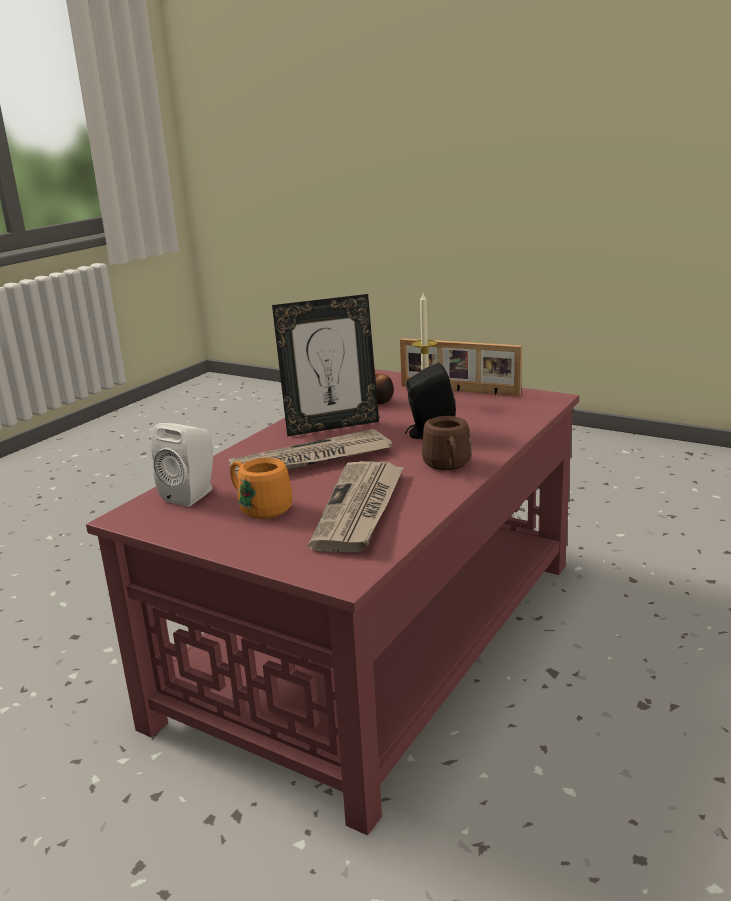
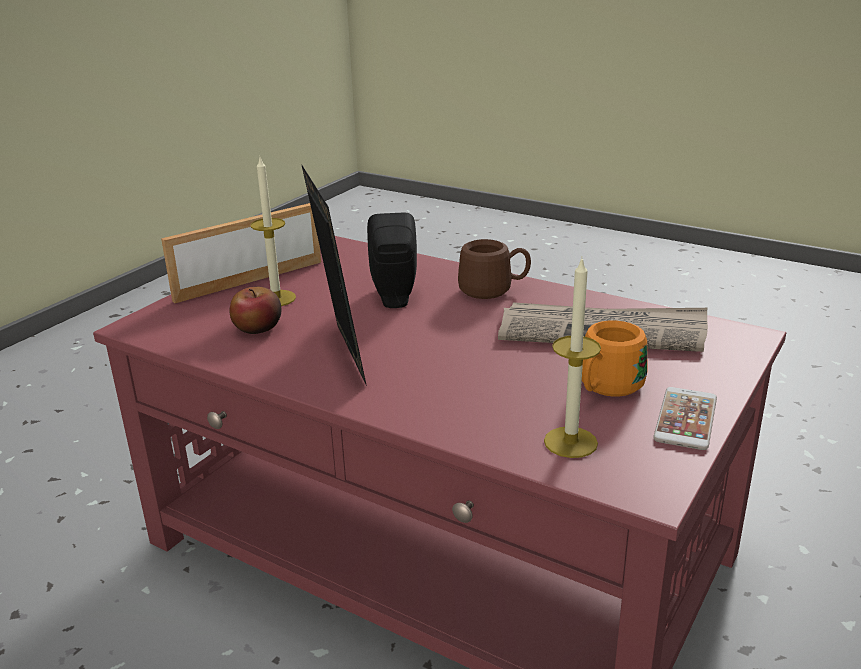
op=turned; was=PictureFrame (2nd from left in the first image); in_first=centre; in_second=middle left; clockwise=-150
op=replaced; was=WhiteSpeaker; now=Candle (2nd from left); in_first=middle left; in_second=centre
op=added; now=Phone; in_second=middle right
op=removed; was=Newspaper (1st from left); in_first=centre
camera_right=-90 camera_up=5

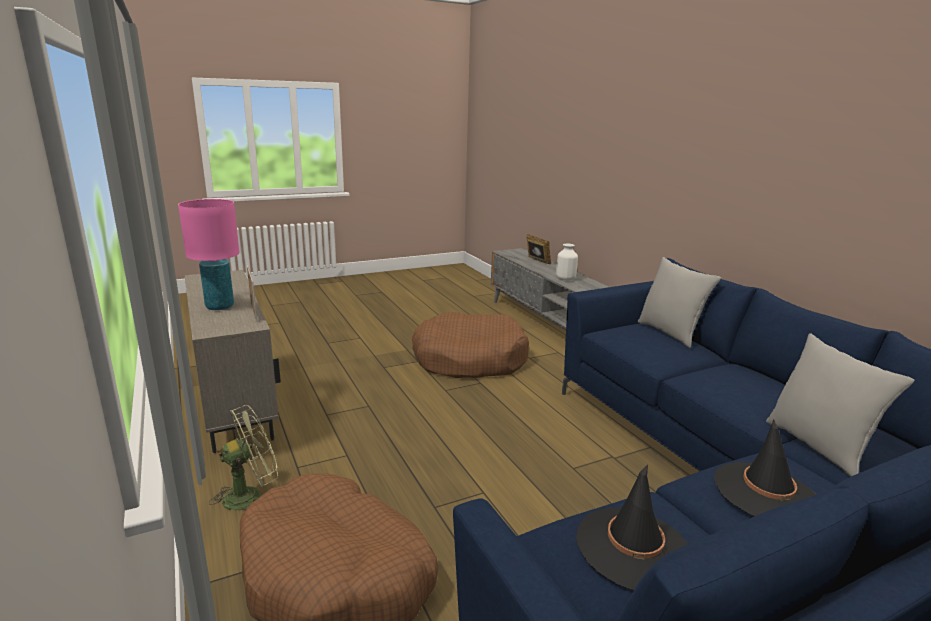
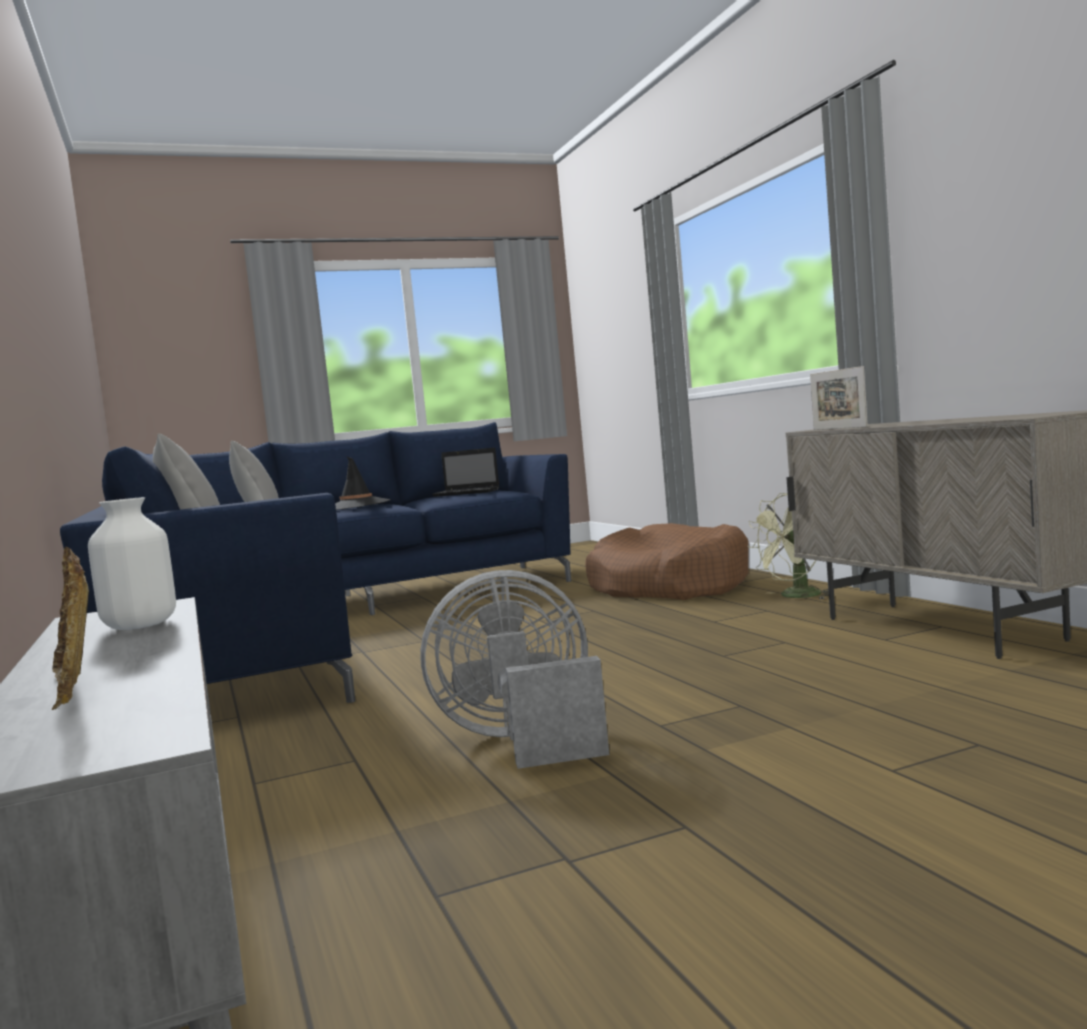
op=replaced; was=BrownDogBed (2nd from left); now=GreyFan; in_first=centre; in_second=centre
op=replaced; was=BlackHat (1st from left); now=Laptop; in_first=bottom right; in_second=centre
op=removed; was=PinkTableLamp; in_first=middle left
camera_right=-175 camera_up=-15

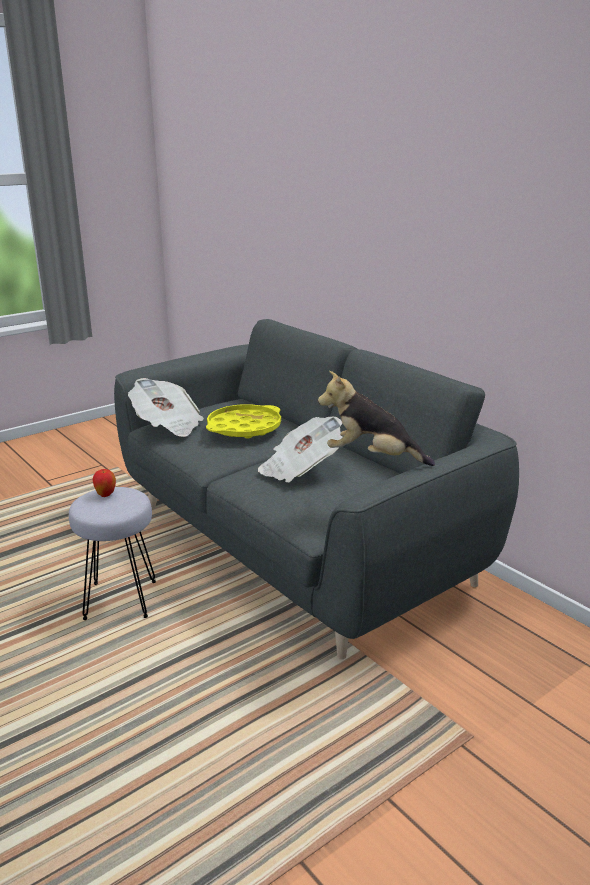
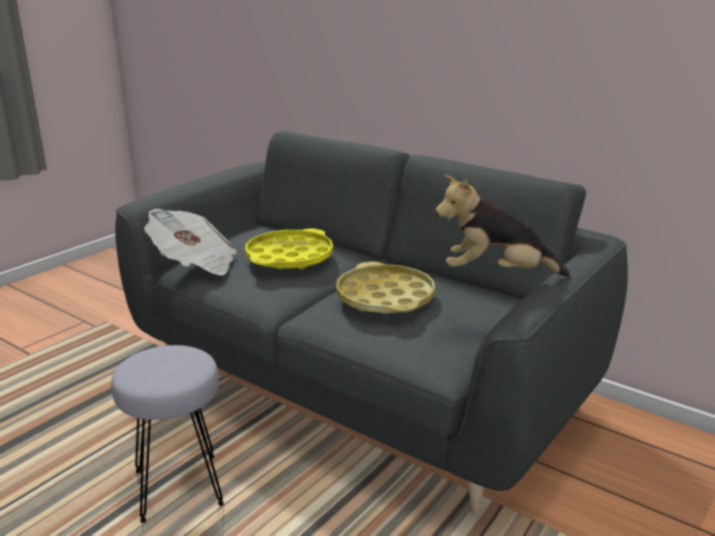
op=replaced; was=Newspaper (2nd from left); now=YellowTray (2nd from left); in_first=centre; in_second=centre
op=removed; was=Apple; in_first=middle left
camera_right=-15 camera_up=0

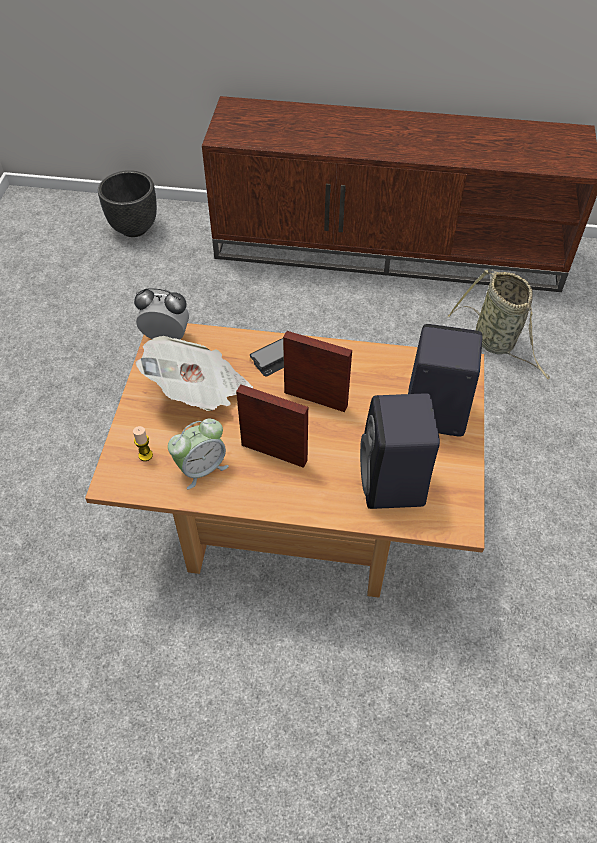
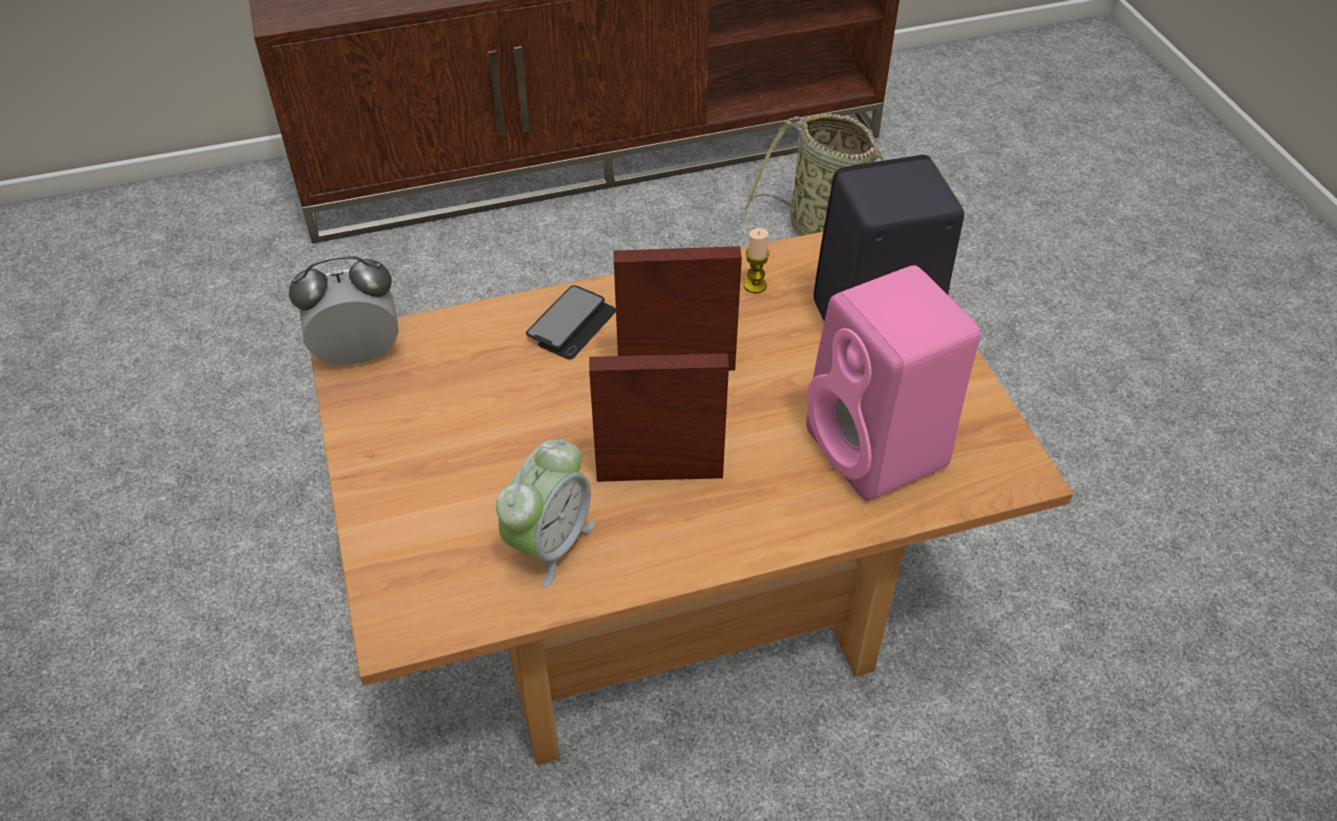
op=moved; was=Candle; in_first=middle left; in_second=top centre
op=recoloured; was=BlackSpeaker (1st from left); now=PinkSpeaker; in_first=middle right; in_second=middle right
op=removed; was=BlackPlanter; in_first=top left
op=removed; was=Newspaper; in_first=middle left
camera_right=-25 camera_up=-5

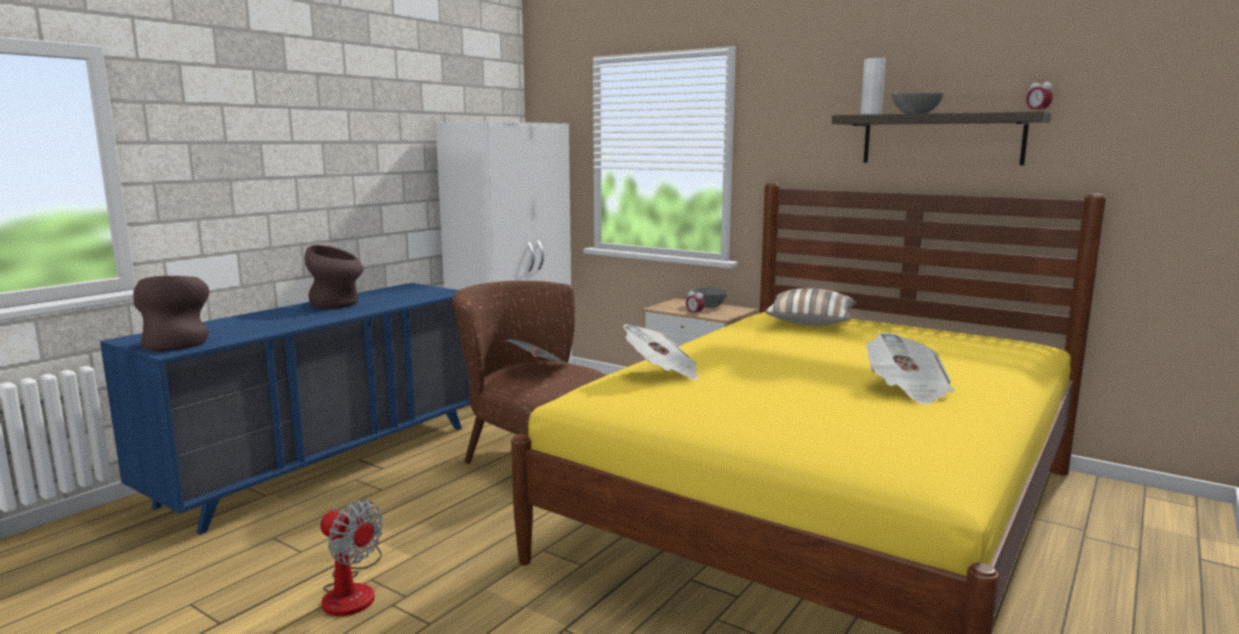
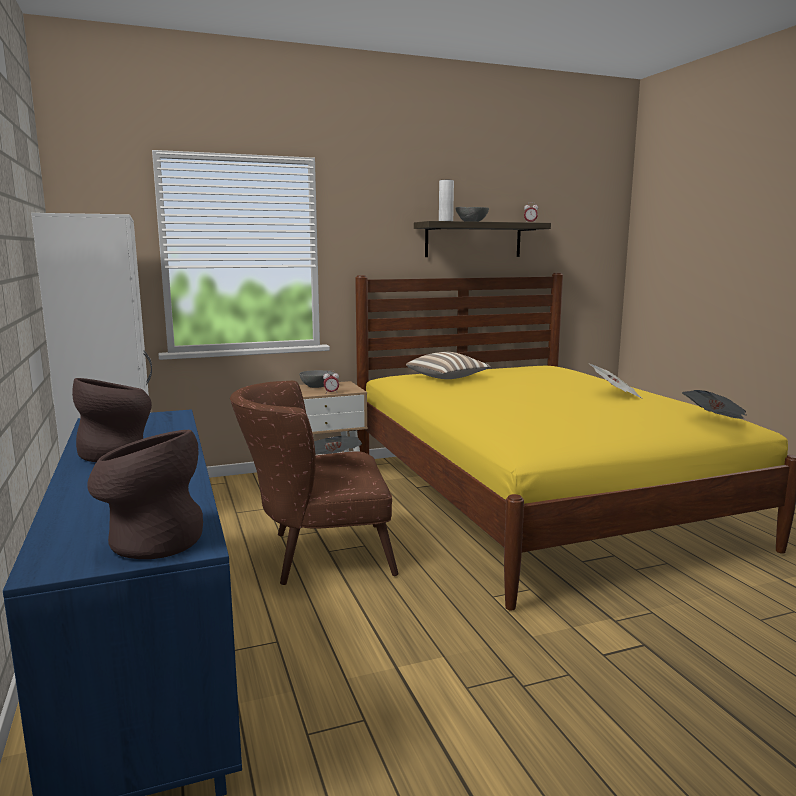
op=moved; was=Newspaper (2nd from left in the first image); now=Newspaper (3rd from left); in_first=centre; in_second=middle right
op=removed; was=Fan; in_first=bottom left
camera_right=-55 camera_up=0

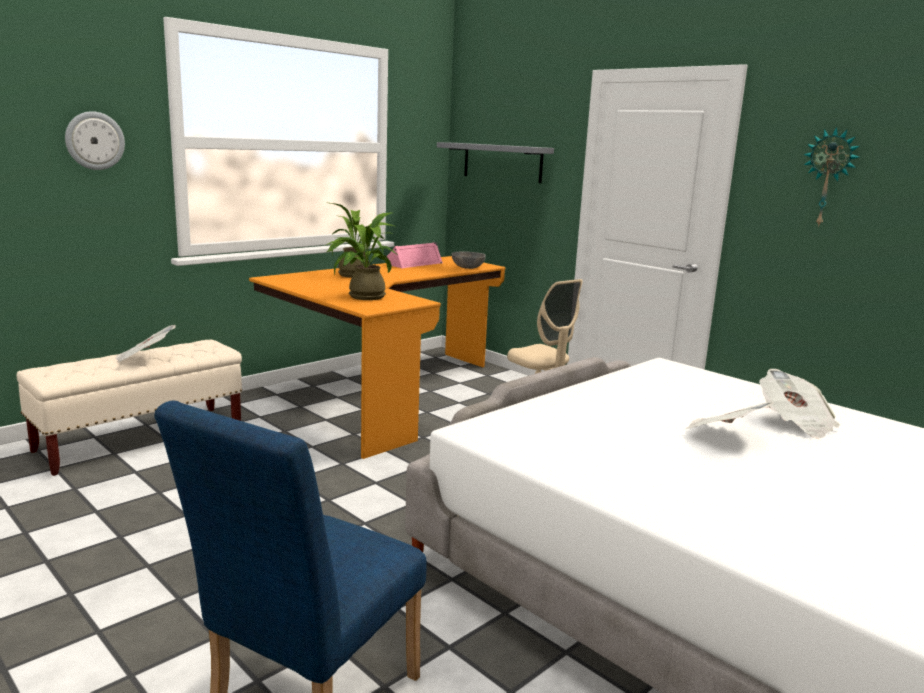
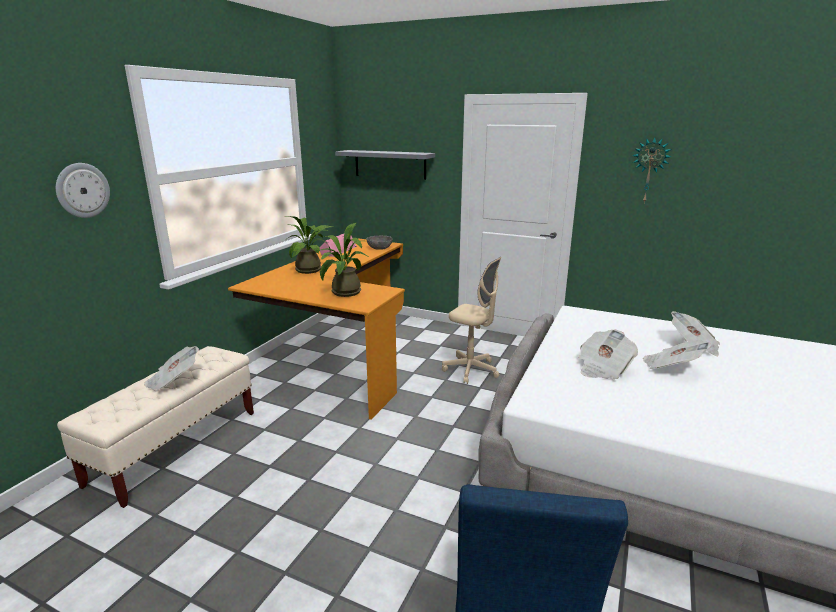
op=added; now=Newspaper (2nd from left); in_second=middle right
camera_right=-20 camera_up=5

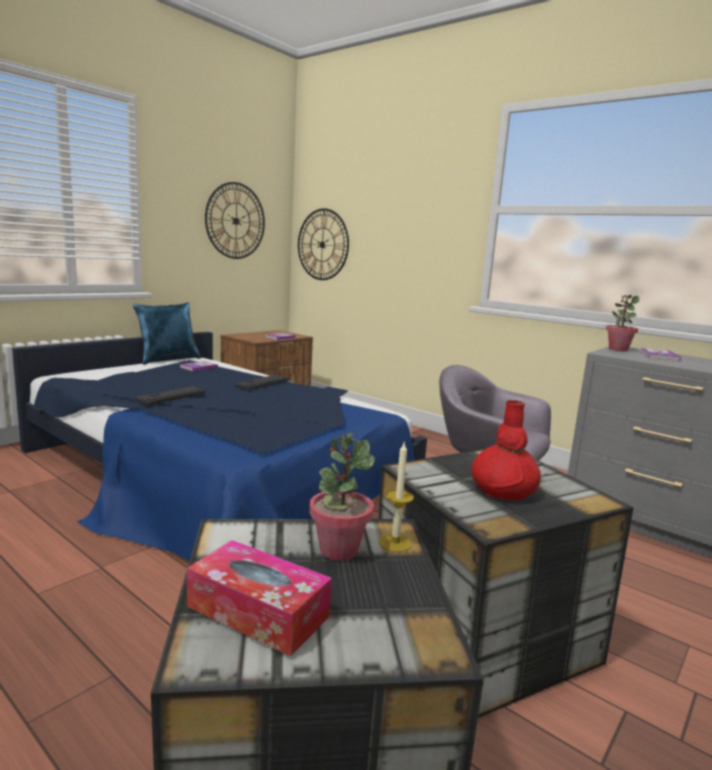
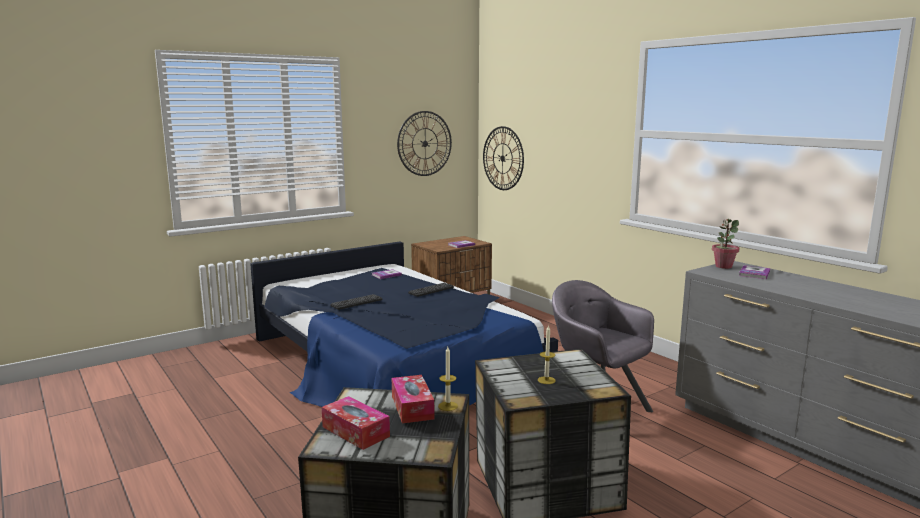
op=replaced; was=PottedPlant (1st from left); now=TissueBox (2nd from left); in_first=centre; in_second=bottom centre
op=replaced; was=RedVase; now=Candle (2nd from left); in_first=middle right; in_second=bottom centre
op=removed; was=BluePillow; in_first=middle left
camera_right=15 camera_up=0

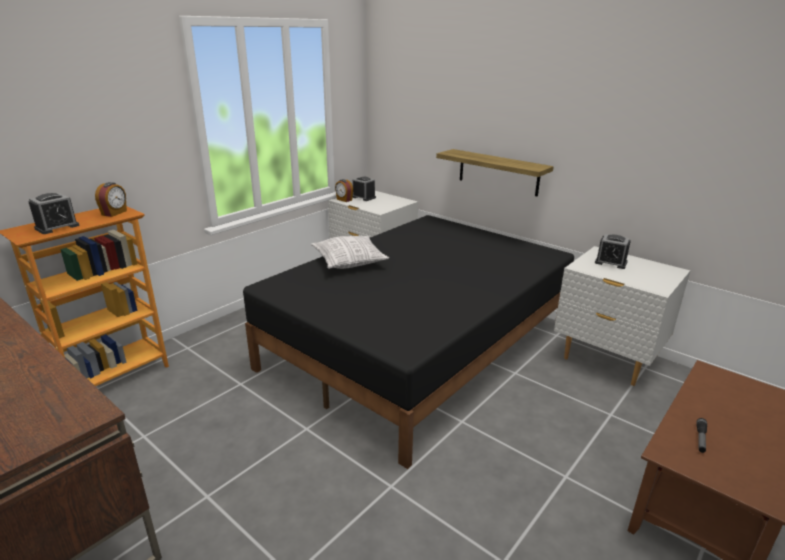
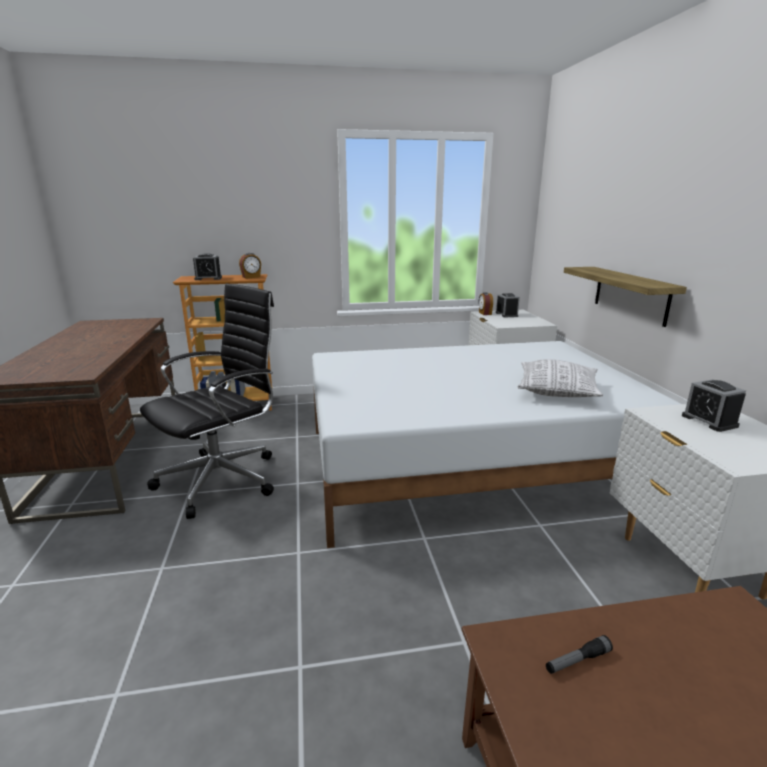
op=added; now=BlackOfficeChair; in_second=middle left
op=recoloured; was=BlackBed; now=WhiteBed; in_first=centre; in_second=centre
op=moved; was=Pillow; in_first=centre; in_second=middle right
camera_right=40 camera_up=-5

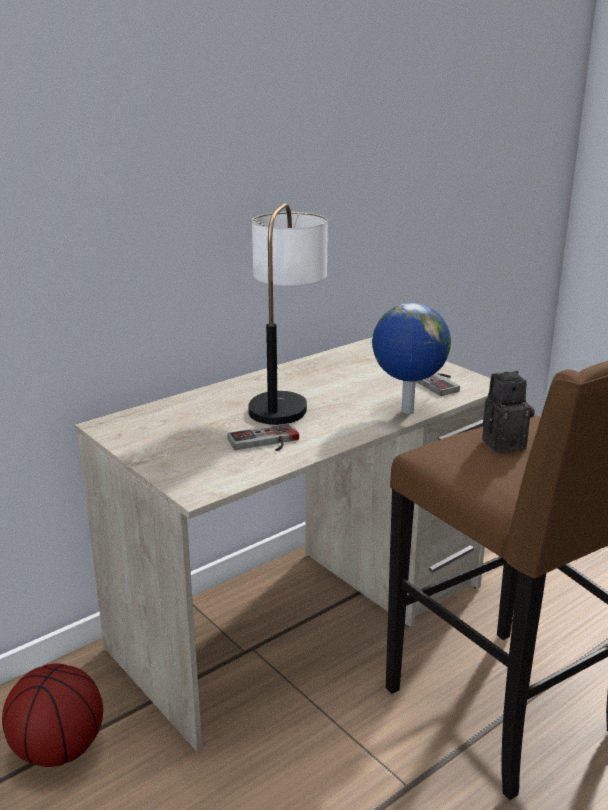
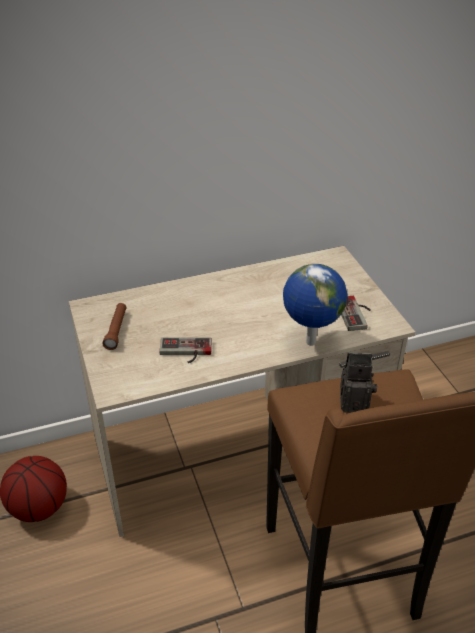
op=added; now=BrownFlashlight; in_second=middle left
op=removed; was=TableLamp; in_first=centre
camera_right=20 camera_up=15

